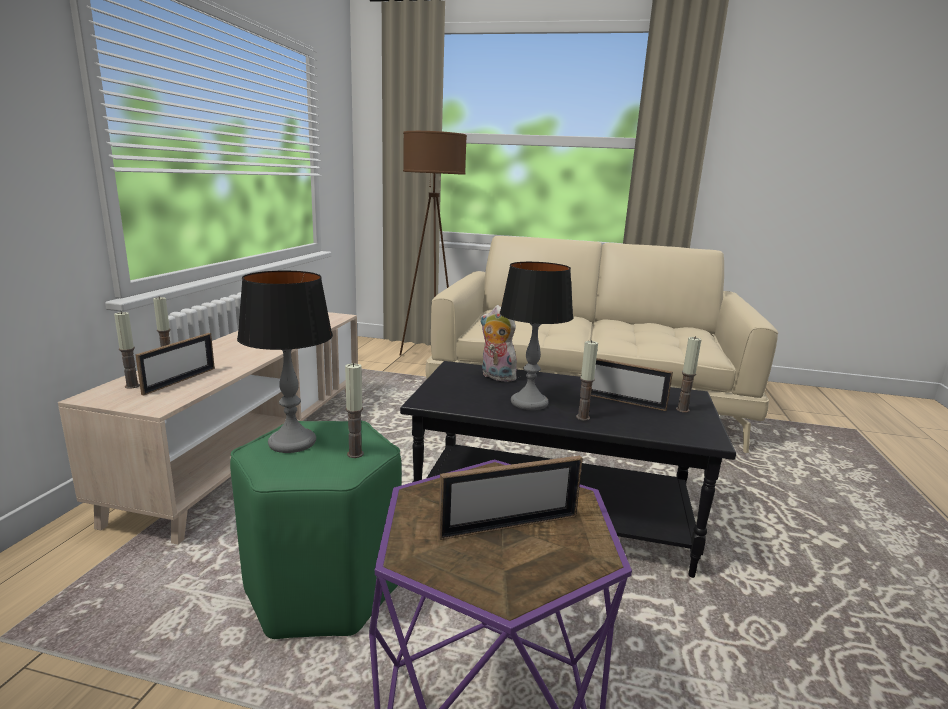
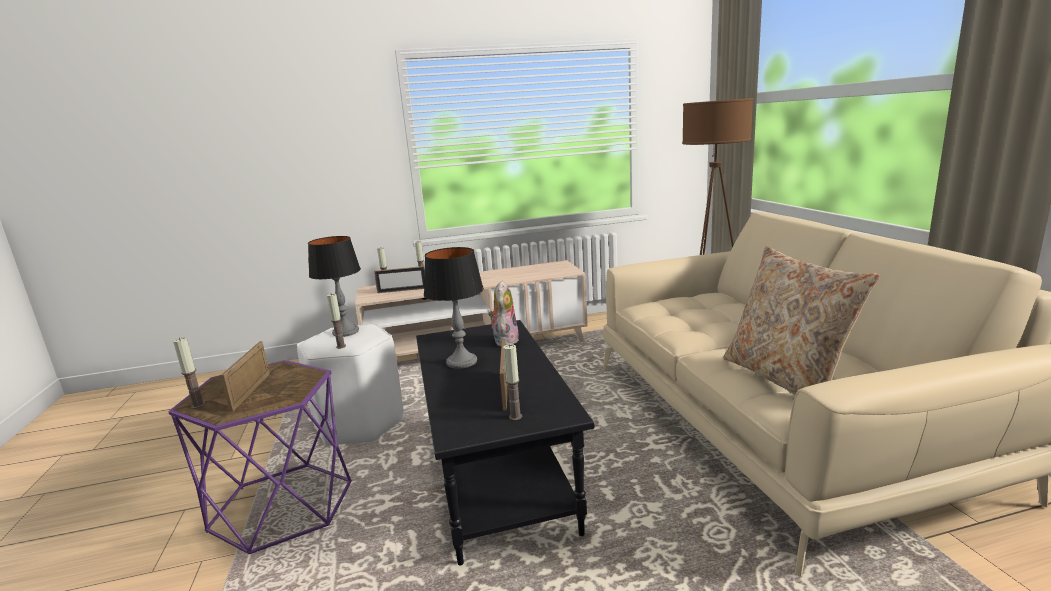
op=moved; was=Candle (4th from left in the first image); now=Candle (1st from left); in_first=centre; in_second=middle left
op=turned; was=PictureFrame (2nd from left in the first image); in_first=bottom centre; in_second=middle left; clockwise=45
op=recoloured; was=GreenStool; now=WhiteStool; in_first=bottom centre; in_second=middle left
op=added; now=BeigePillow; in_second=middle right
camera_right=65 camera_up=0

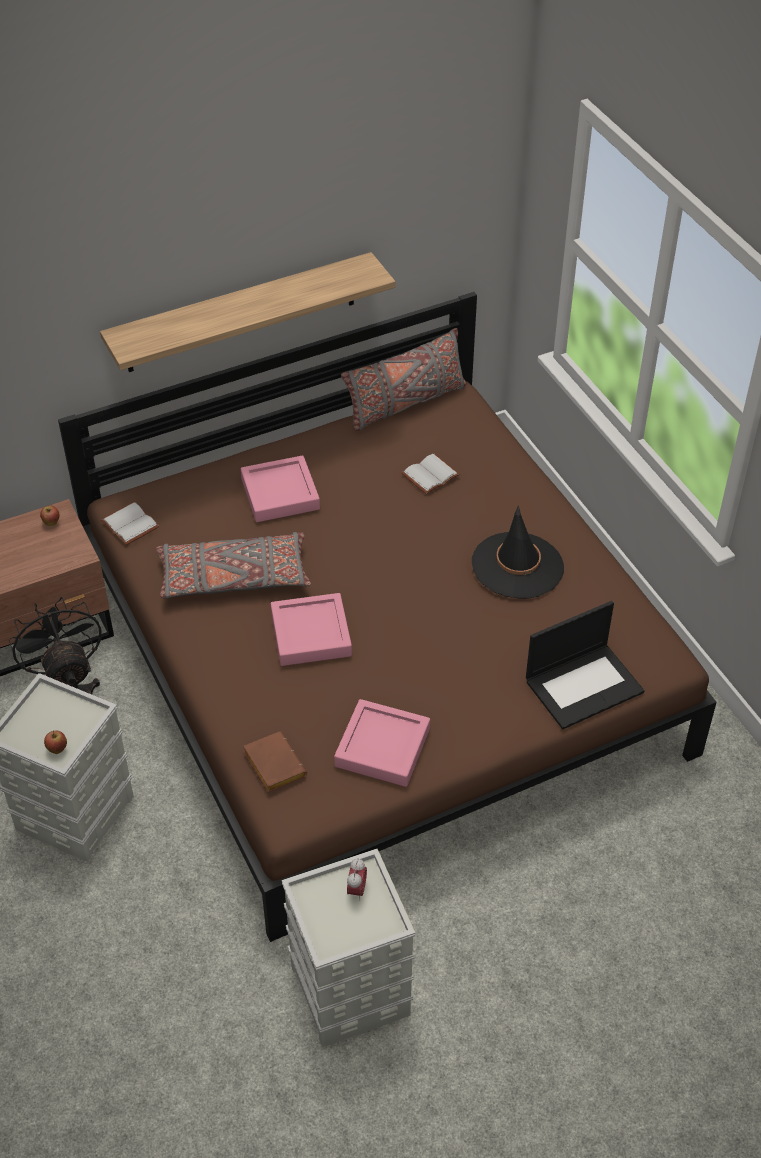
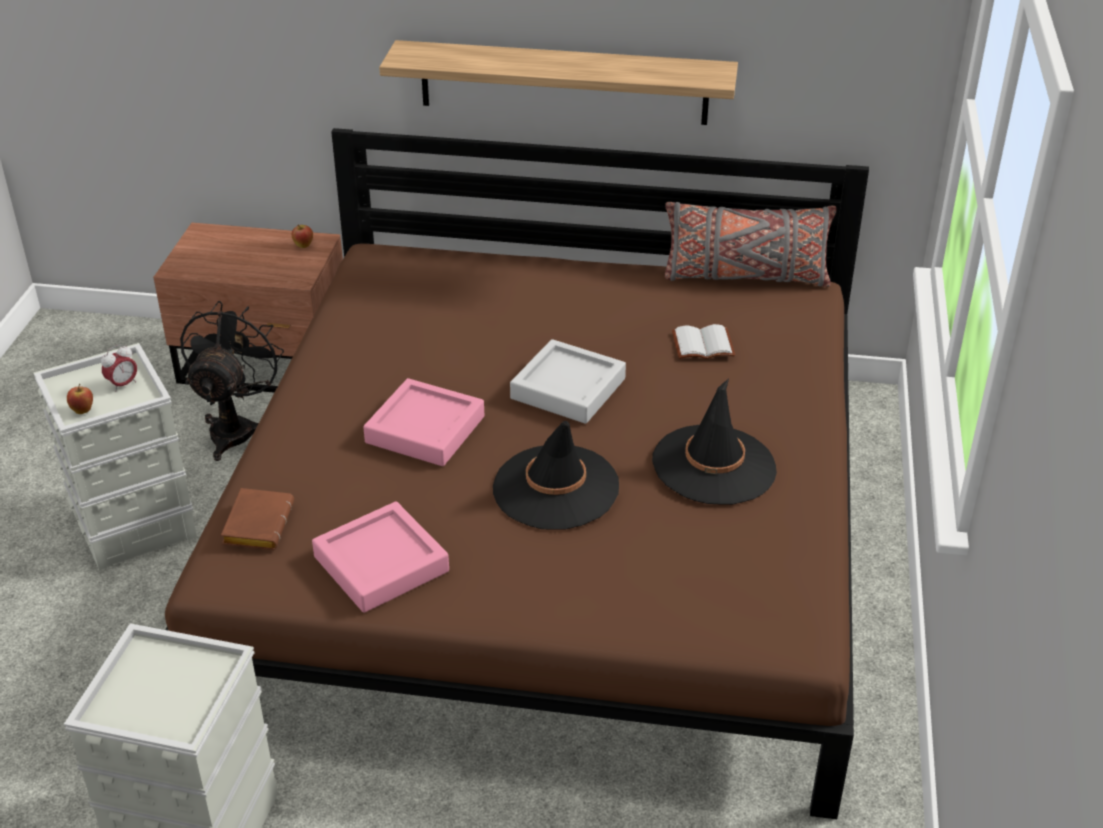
op=moved; was=AlarmClock; in_first=bottom centre; in_second=middle left
op=added; now=BlackHat (1st from left); in_second=centre
op=added; now=GreyTray; in_second=centre
op=removed; was=WhiteBook (1st from left); in_first=middle left
op=removed; was=GreyPillow (1st from left); in_first=middle left
op=removed; was=PinkTray (1st from left); in_first=centre
op=removed; was=Laptop; in_first=middle right
camera_right=35 camera_up=-10

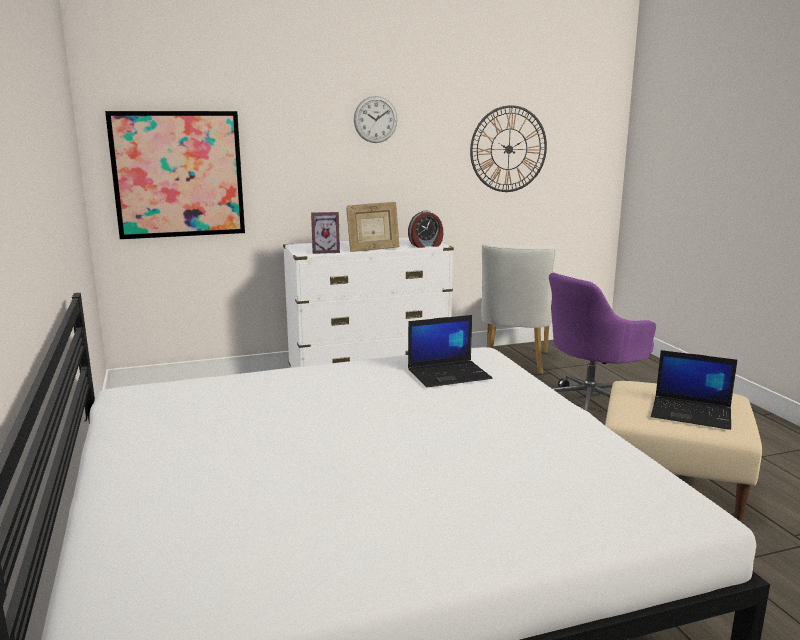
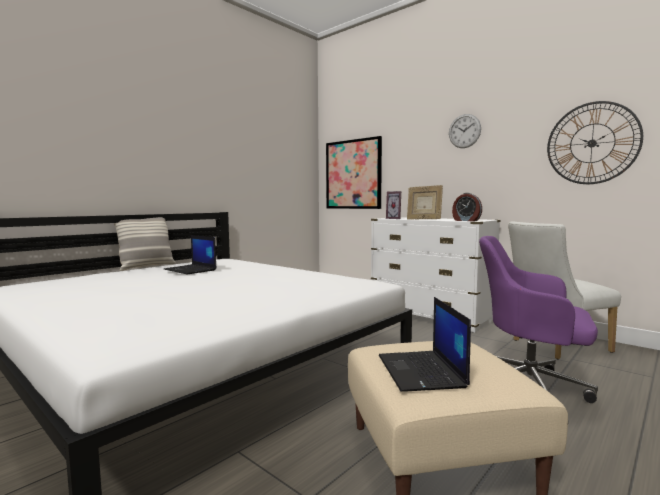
op=added; now=Pillow; in_second=middle left
op=moved; was=Laptop (1st from left); in_first=centre; in_second=middle left
camera_right=60 camera_up=-10

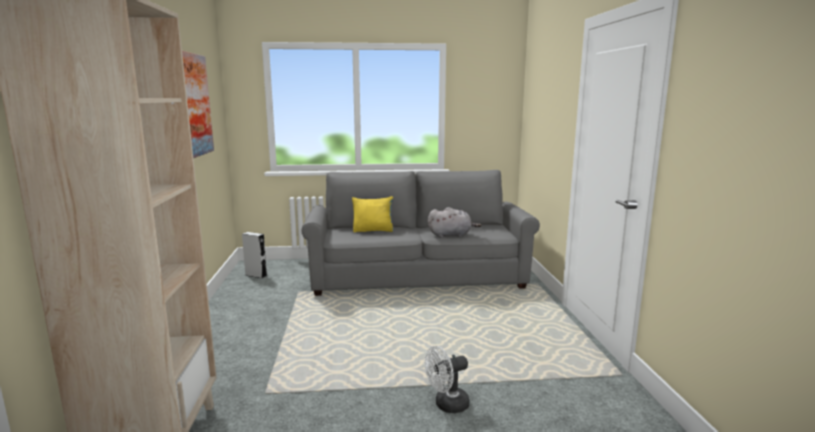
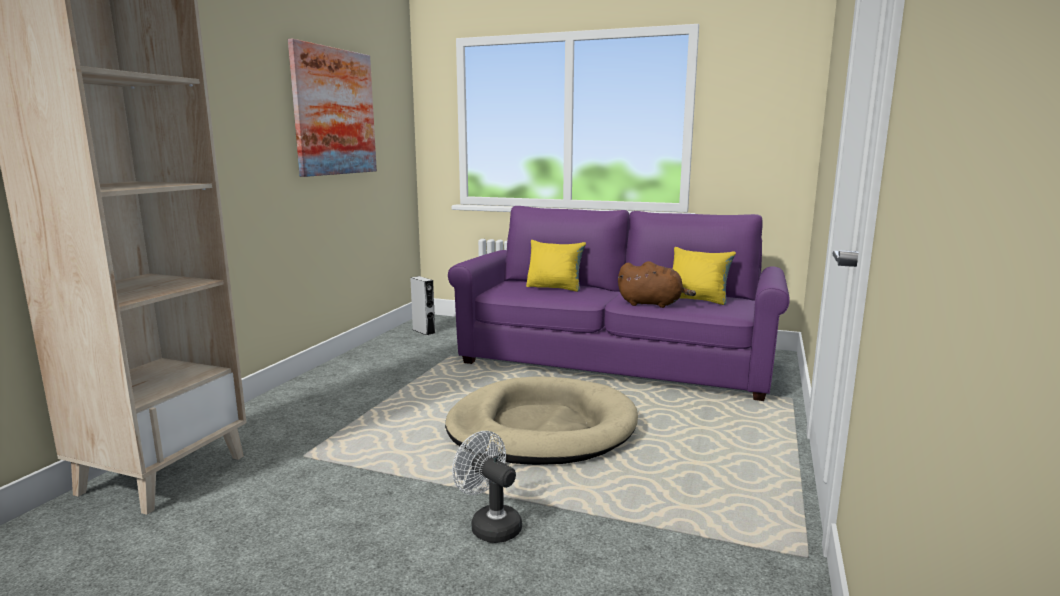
op=added; now=BeigeDogBed; in_second=bottom centre
op=recoloured; was=GreySofa; now=PurpleSofa; in_first=centre; in_second=centre
op=turned; was=WhiteFan; in_first=bottom centre; in_second=bottom centre; clockwise=45
op=recoloured; was=GreyPlushToy; now=BrownPlushToy; in_first=centre; in_second=centre
op=added; now=YellowPillow (2nd from left); in_second=centre
camera_right=25 camera_up=0

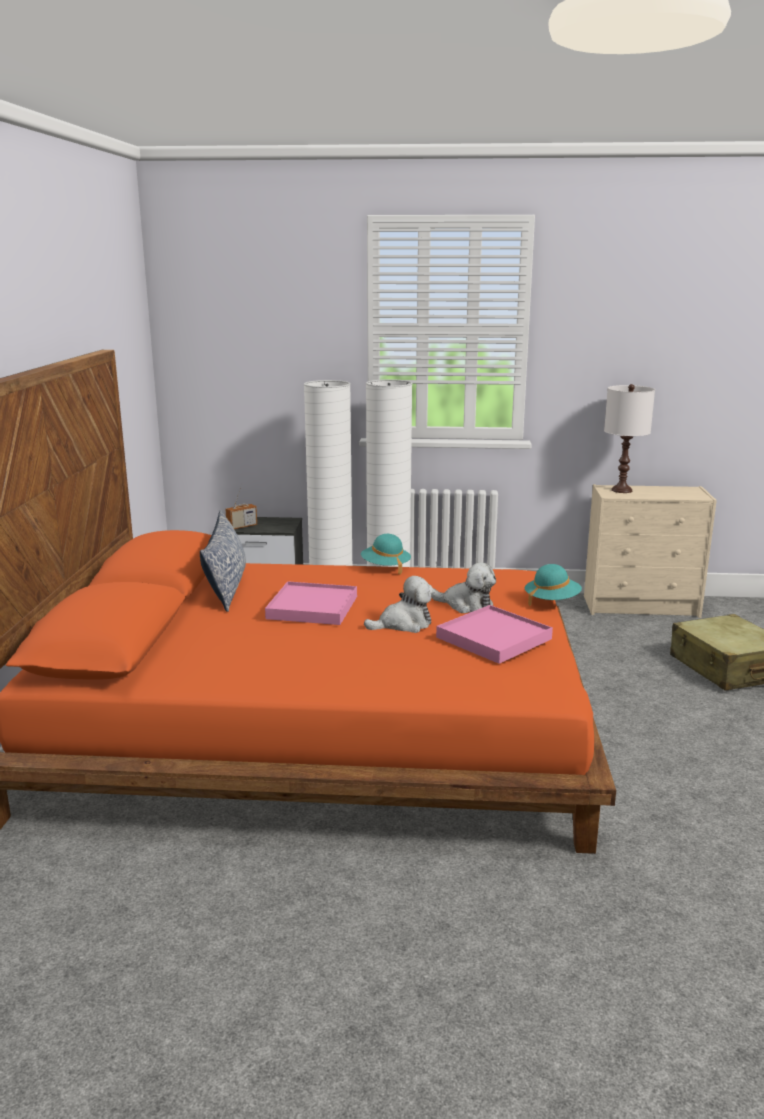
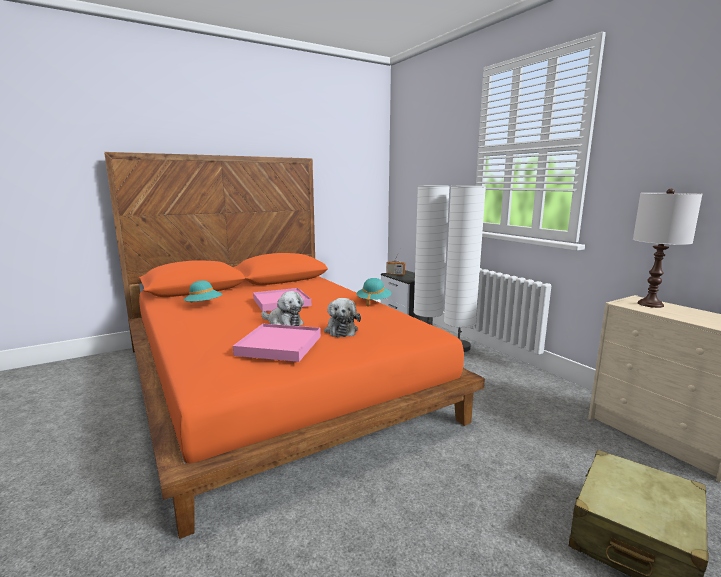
op=moved; was=TurquoiseHat (2nd from left in the first image); now=TurquoiseHat (1st from left); in_first=middle right; in_second=middle left
op=removed; was=Pillow; in_first=middle left
camera_right=55 camera_up=-5

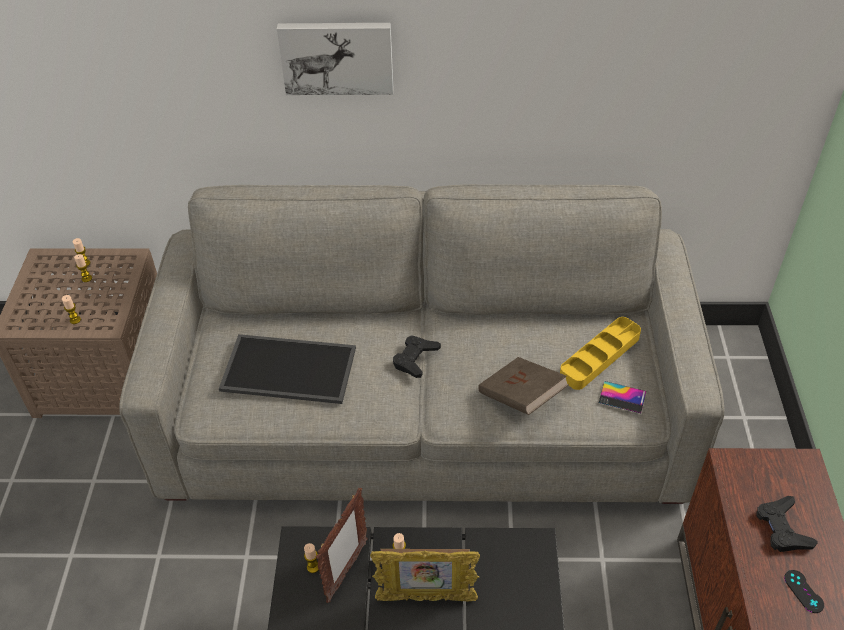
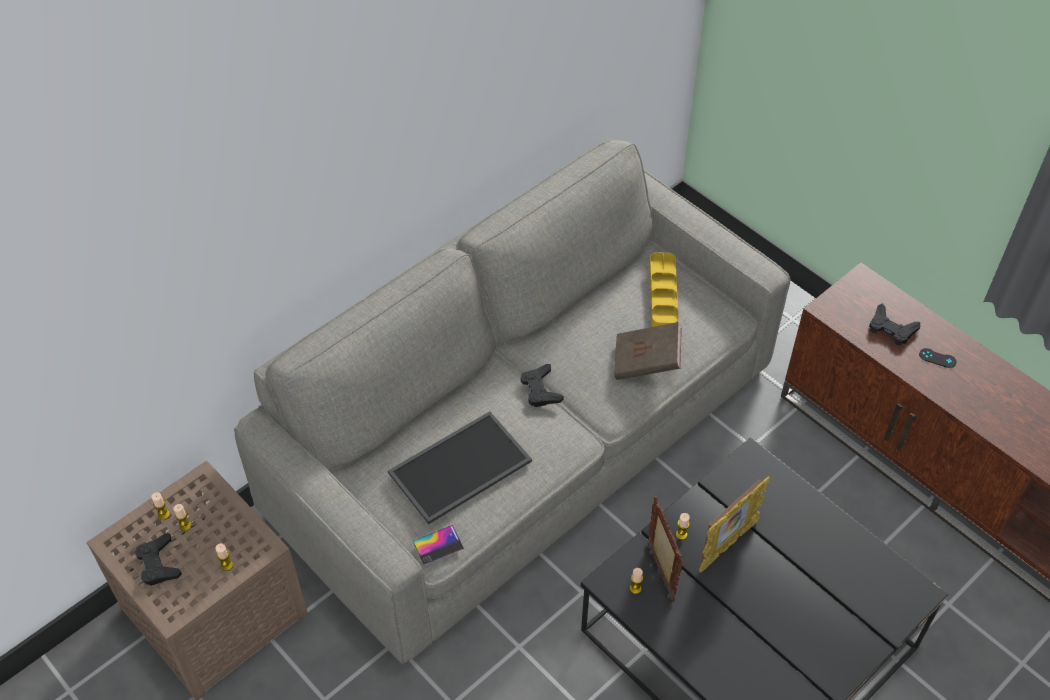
op=added; now=BlackGameController (1st from left); in_second=bottom left
op=moved; was=Phone; in_first=middle right; in_second=bottom centre
op=removed; was=Picture; in_first=top centre
camera_right=-45 camera_up=5

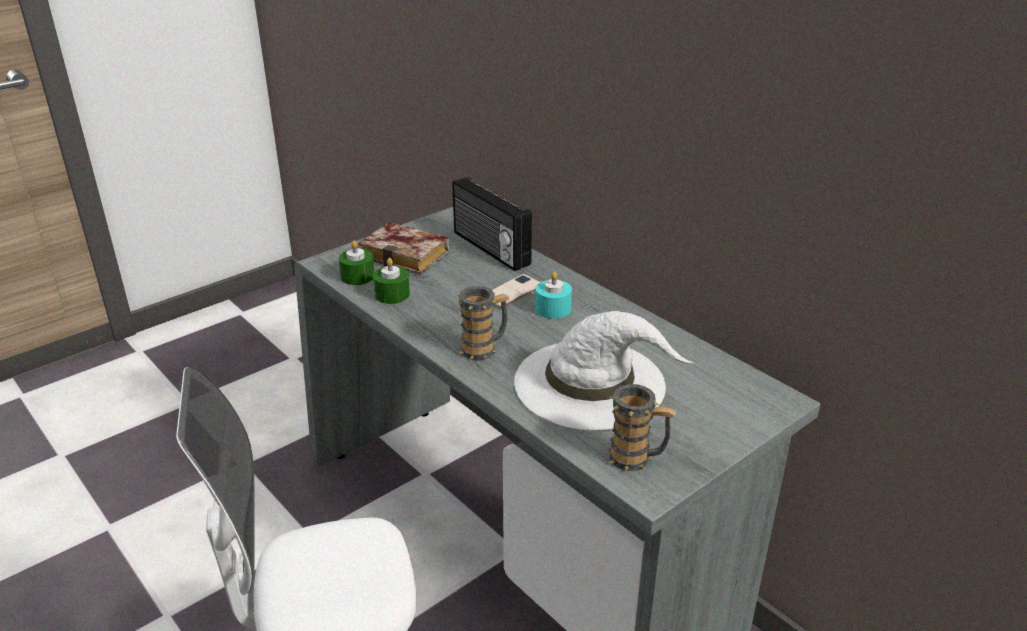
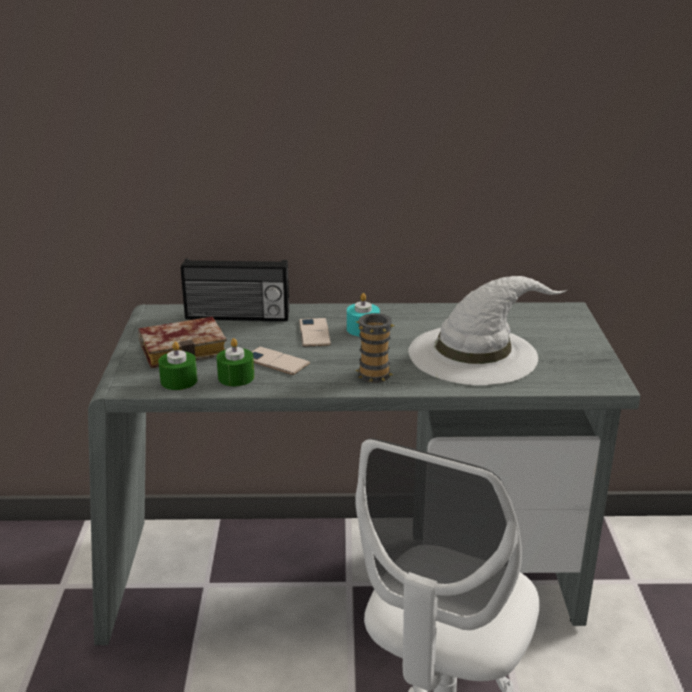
op=added; now=Phone (1st from left); in_second=centre
op=removed; was=Mug (2nd from left); in_first=bottom centre
camera_right=-50 camera_up=-5

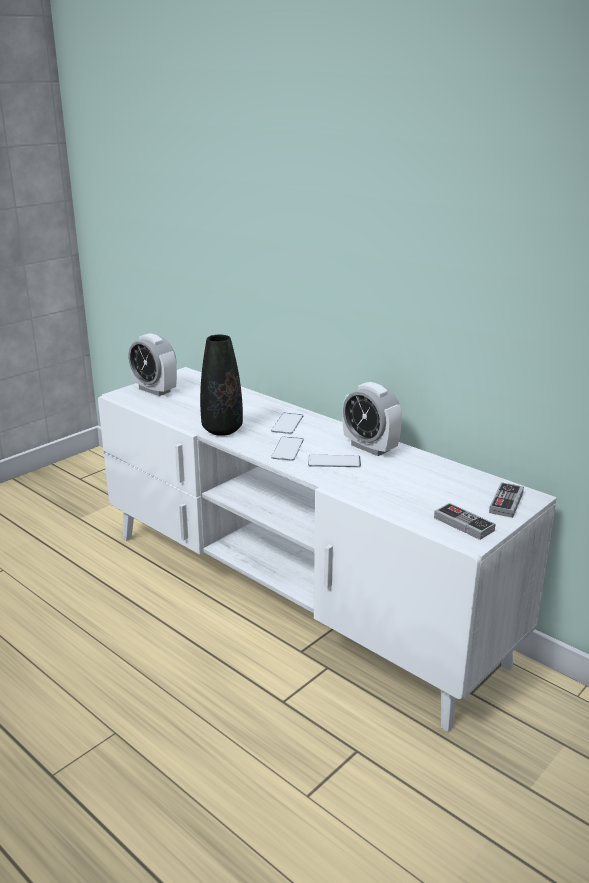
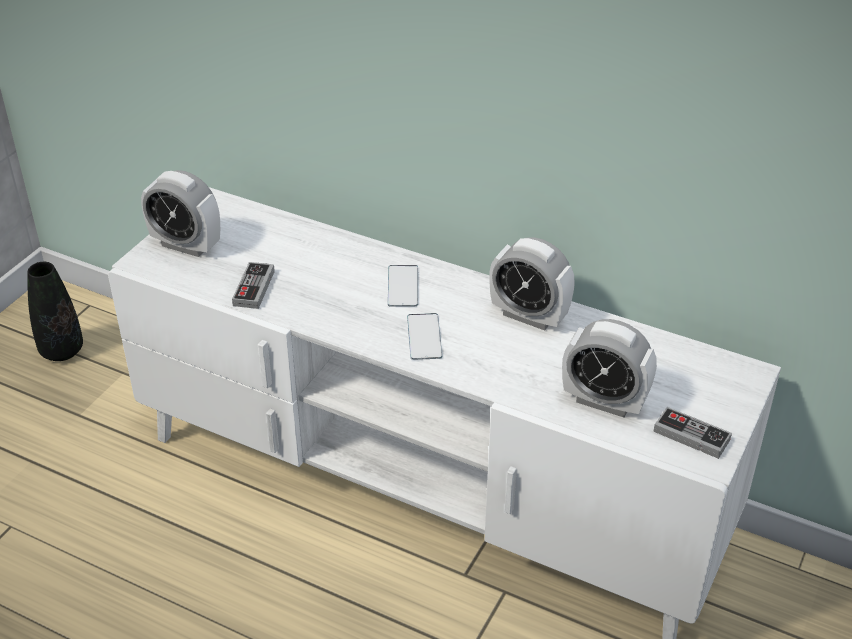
op=moved; was=BlackVase; in_first=centre; in_second=middle left
op=moved; was=GameController (2nd from left in the first image); now=GameController (1st from left); in_first=middle right; in_second=middle left
op=added; now=AlarmClock (3rd from left); in_second=middle right
op=removed; was=Phone (3rd from left); in_first=centre
camera_right=-15 camera_up=15

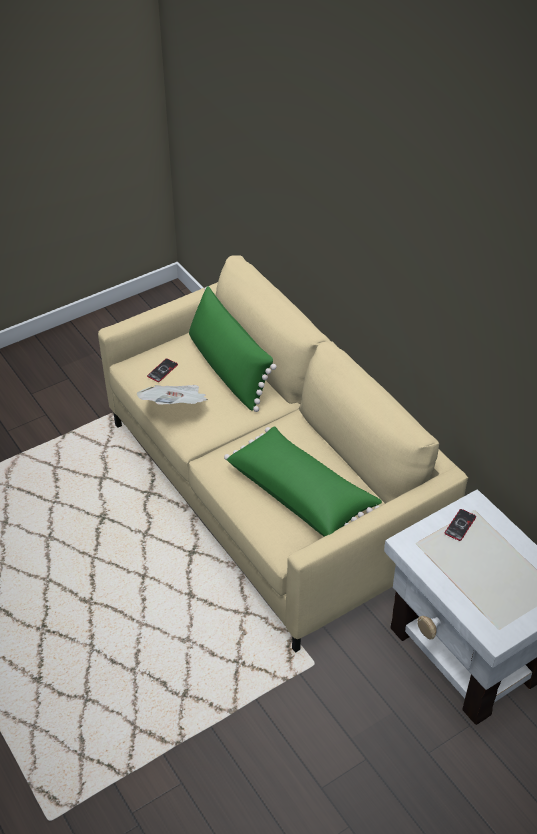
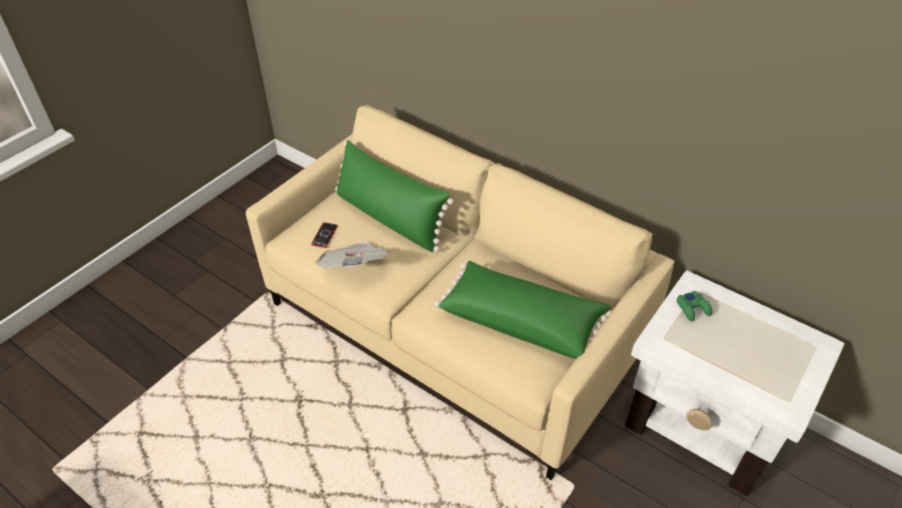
op=replaced; was=Phone (2nd from left); now=GreenGameController; in_first=middle right; in_second=middle right
camera_right=-20 camera_up=0

